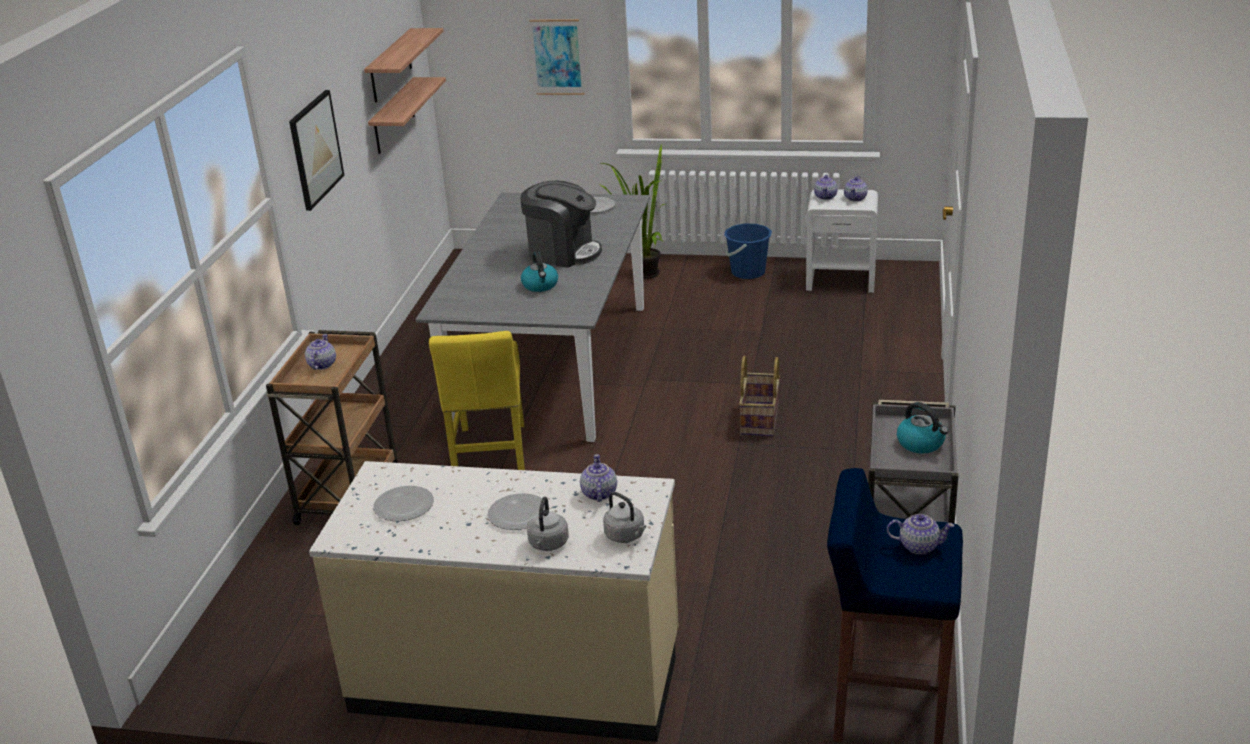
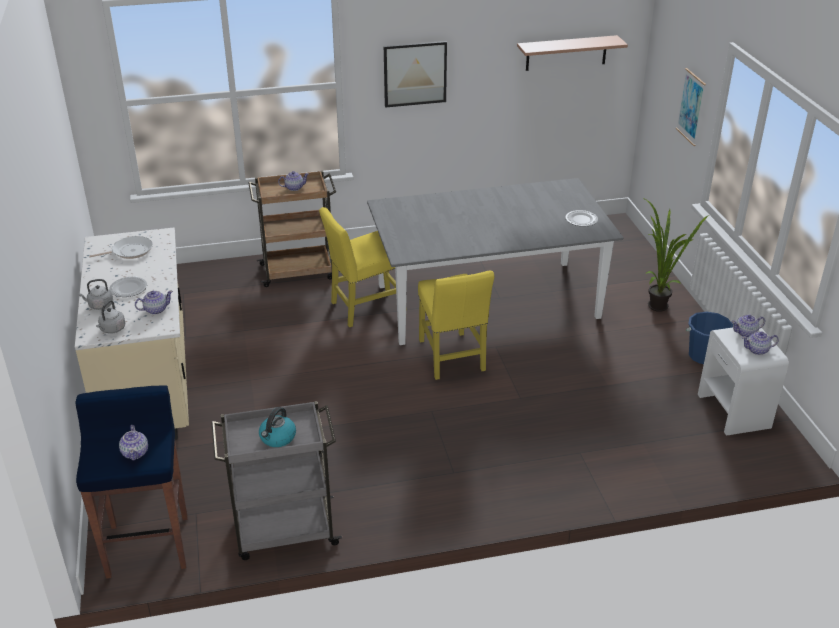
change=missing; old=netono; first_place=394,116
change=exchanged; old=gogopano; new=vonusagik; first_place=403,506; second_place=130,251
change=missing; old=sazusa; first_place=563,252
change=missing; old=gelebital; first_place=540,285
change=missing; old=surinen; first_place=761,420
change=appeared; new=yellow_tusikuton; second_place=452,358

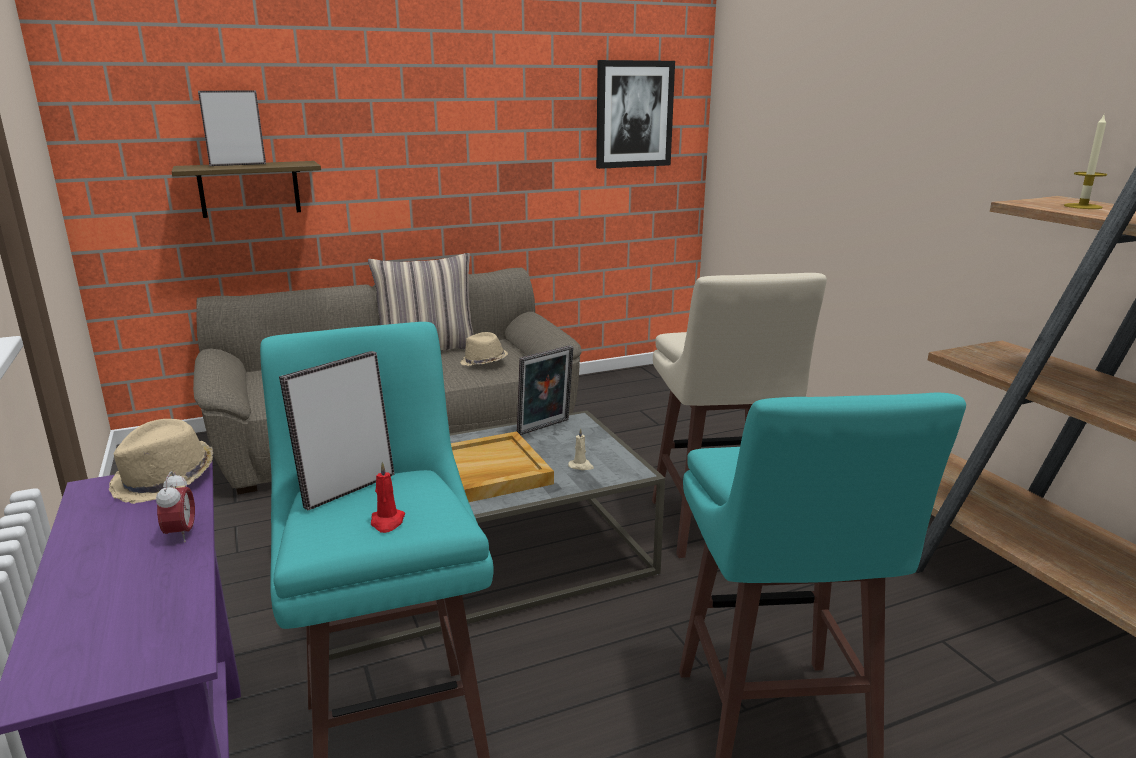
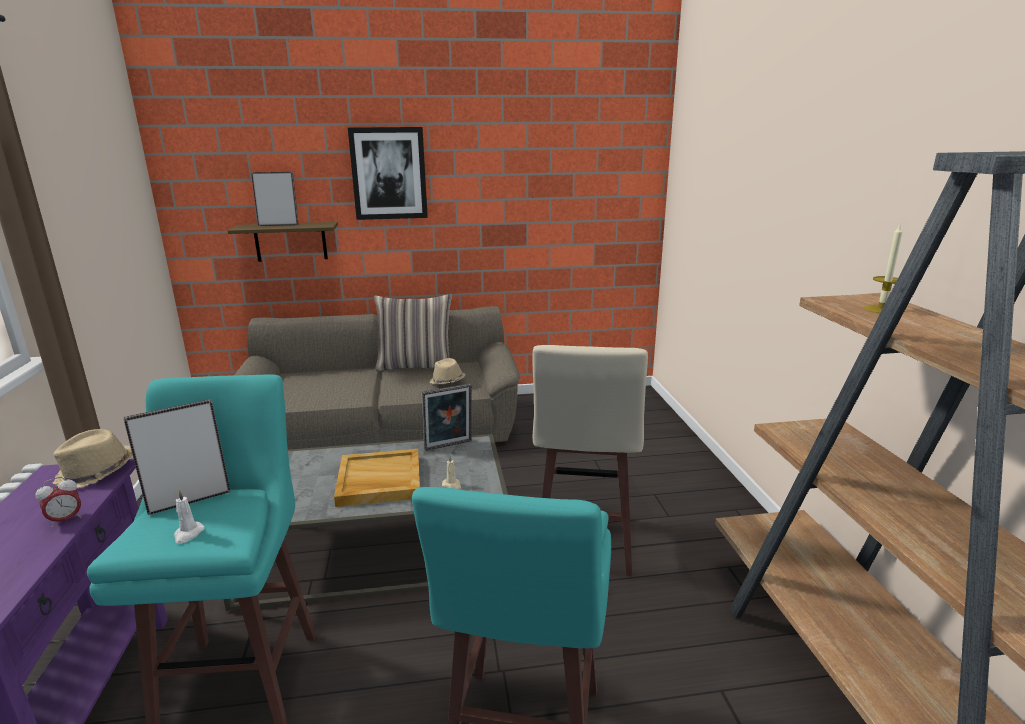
change=spun; old=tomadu; first_place=181,534; second_place=65,520; degrees=45
change=colour; old=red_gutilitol; new=white_gutilitol; first_place=387,522; second_place=188,534
change=relocated; old=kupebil; first_place=634,114; second_place=389,173

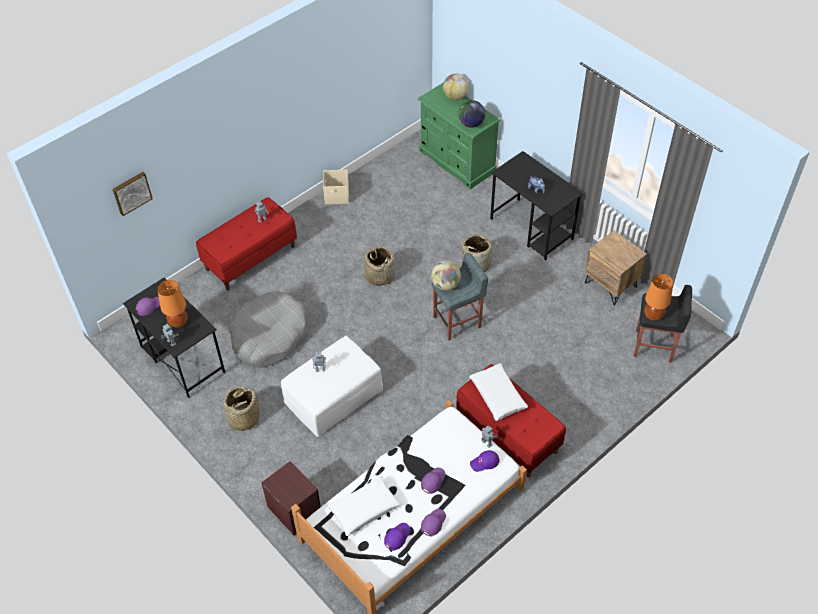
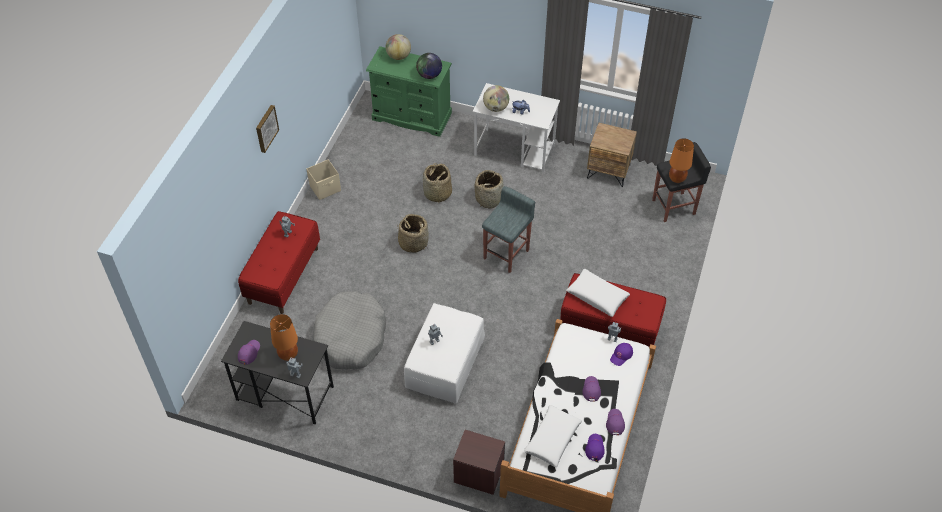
change=relocated; old=kupebil; first_place=131,192; second_place=266,128
change=relocated; old=surinen; first_place=243,418; second_place=437,193
change=relocated; old=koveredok; first_place=445,285; second_place=496,108
change=colour; old=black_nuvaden; new=white_nuvaden; first_place=532,229; second_place=515,150

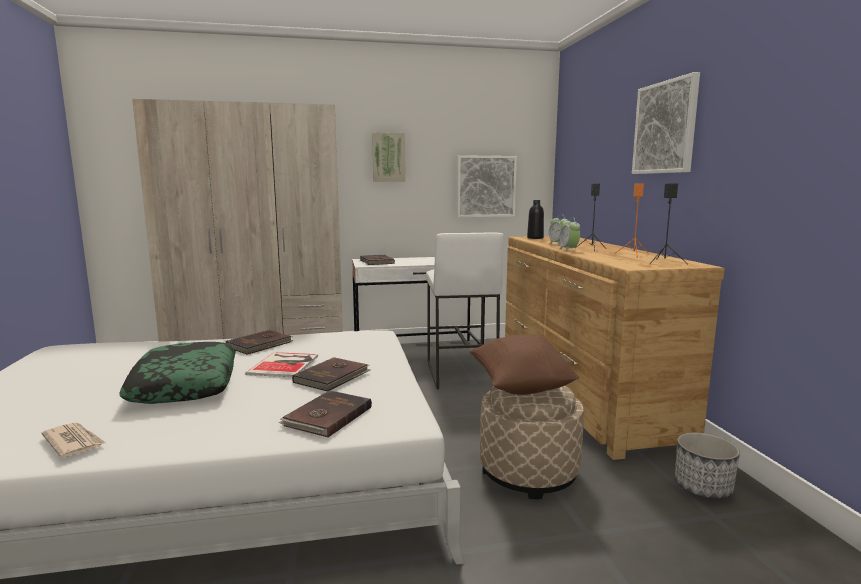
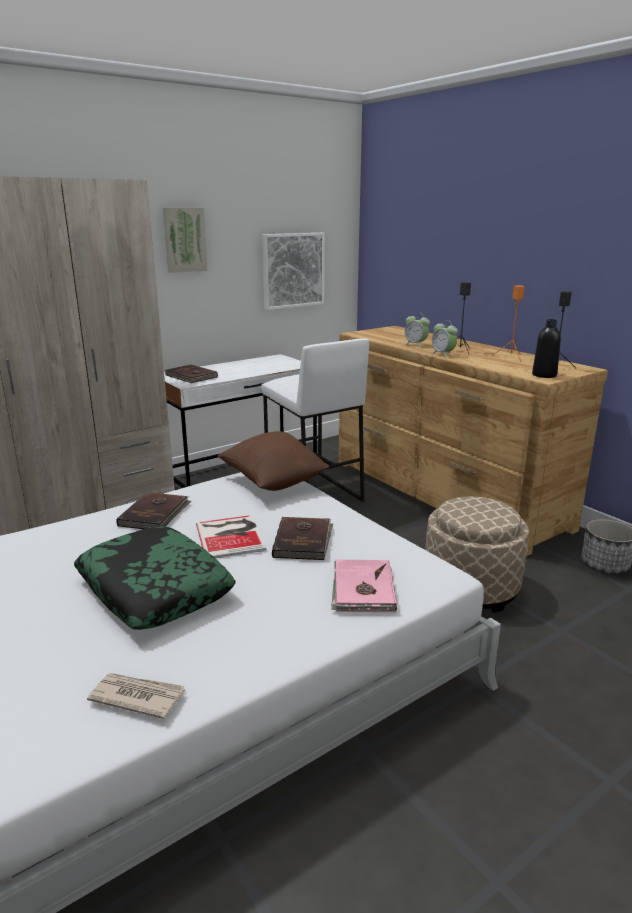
change=colour; old=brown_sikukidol; new=pink_sikukidol; first_place=327,416; second_place=362,589
change=relocated; old=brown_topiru; first_place=520,387; second_place=273,482
change=relocated; old=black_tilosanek; first_place=535,238; second_place=544,375
change=missing; old=kupebil; first_place=665,128

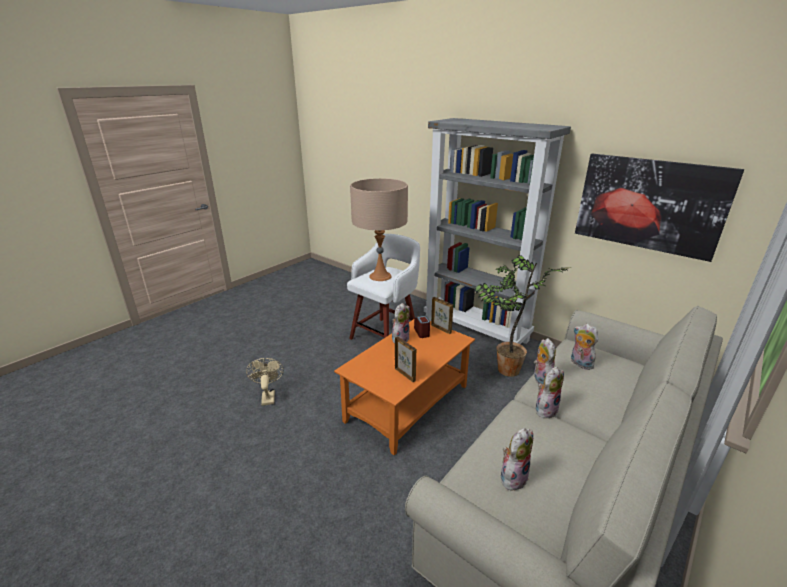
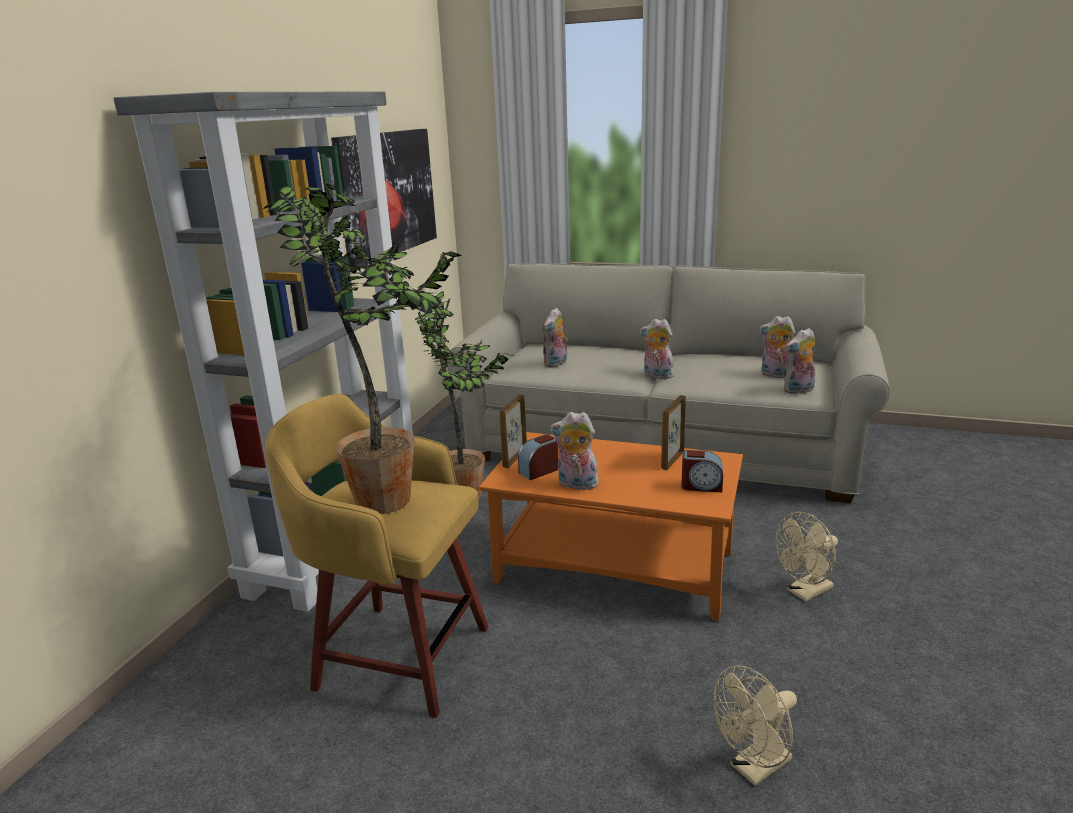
change=colour; old=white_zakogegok; new=yellow_zakogegok; first_place=386,335; second_place=398,655
change=exchanged; old=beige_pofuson; new=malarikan; first_place=380,276; second_place=391,501
change=relocated; old=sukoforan; first_place=540,379; second_place=798,390
change=appeared; new=tomadu; second_place=701,486
change=appeared; new=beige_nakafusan; second_place=805,592

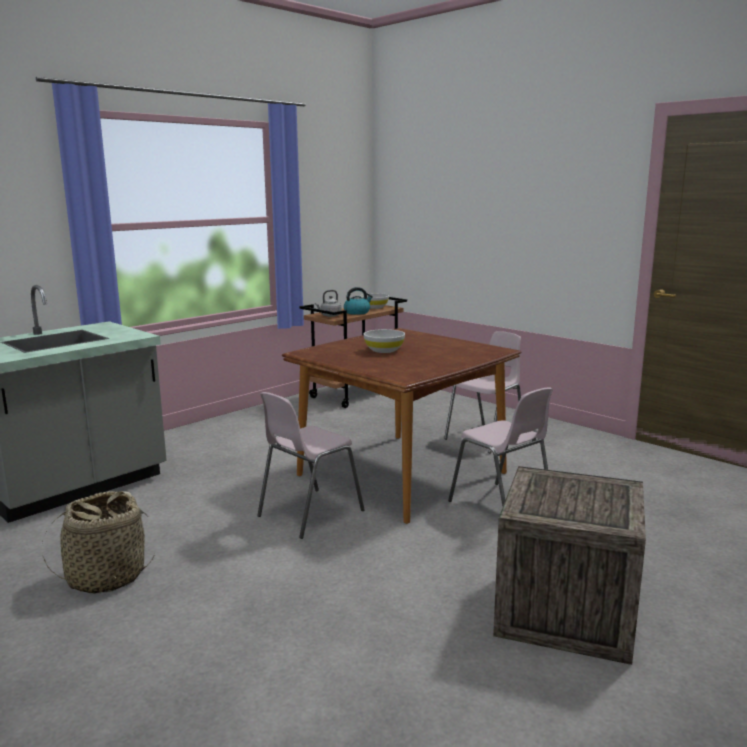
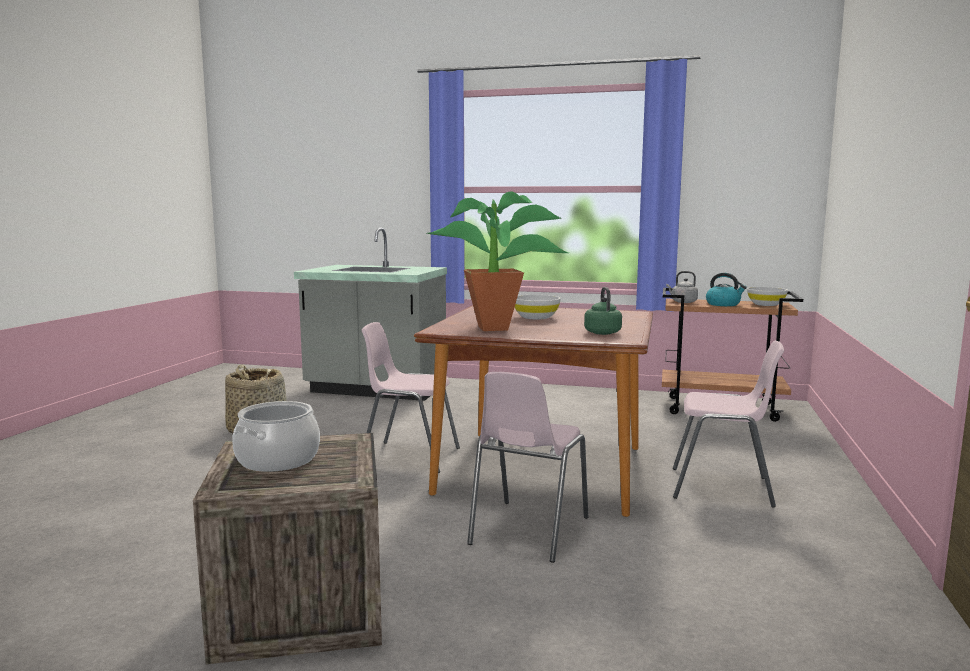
change=appeared; new=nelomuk; second_place=277,459
change=appeared; new=malarikan; second_place=500,329
change=appeared; new=green_gelebital; second_place=602,332

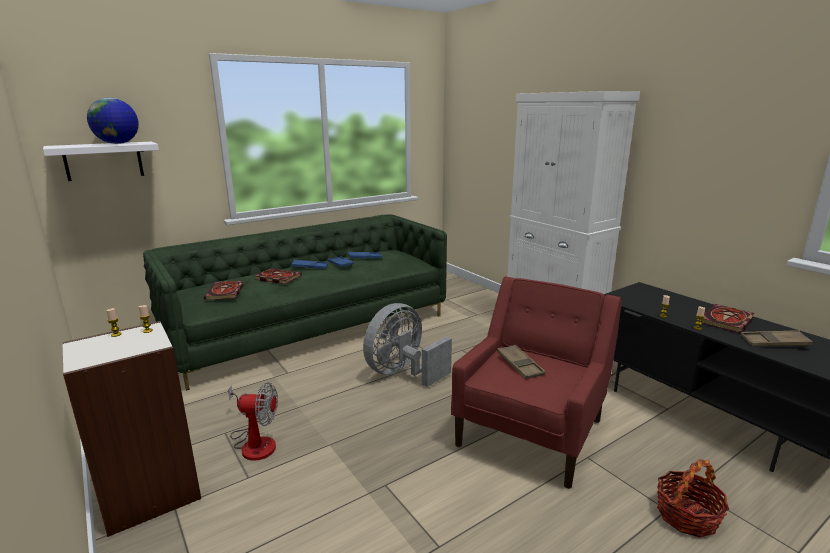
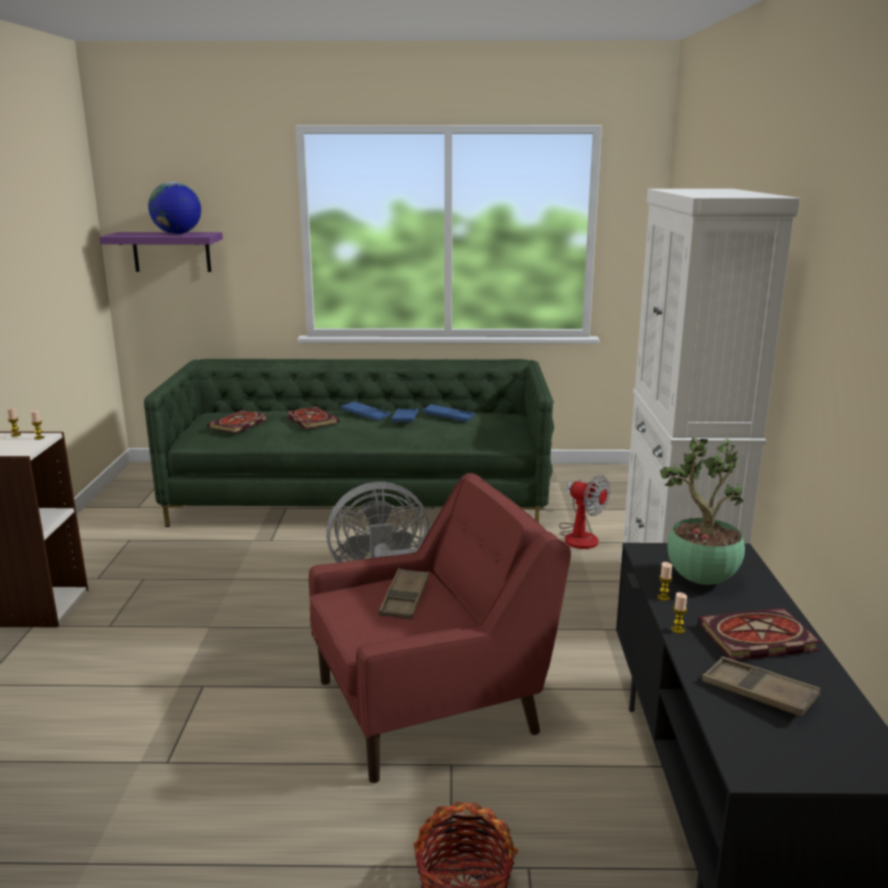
change=colour; old=white_netono; new=purple_netono; first_place=103,161; second_place=171,252
change=relocated; old=nakafusan; first_place=254,442; second_place=579,536
change=appeared; new=malarikan; second_place=700,580

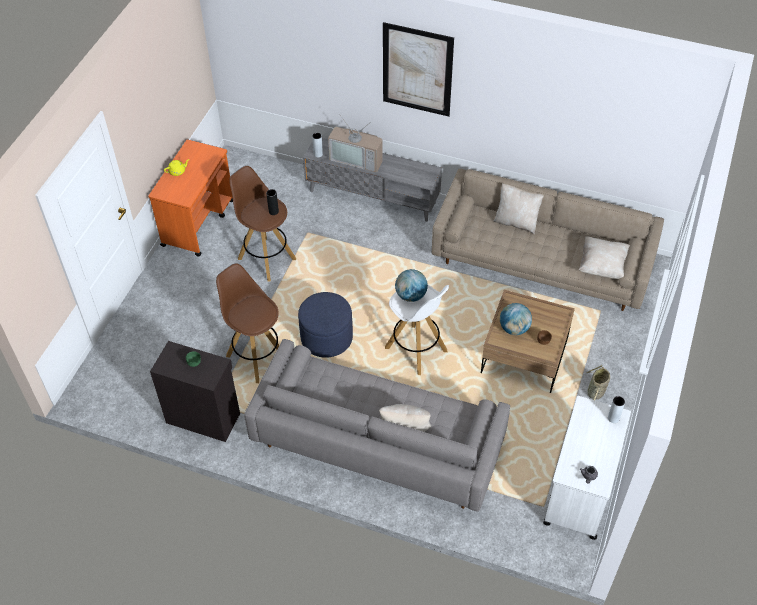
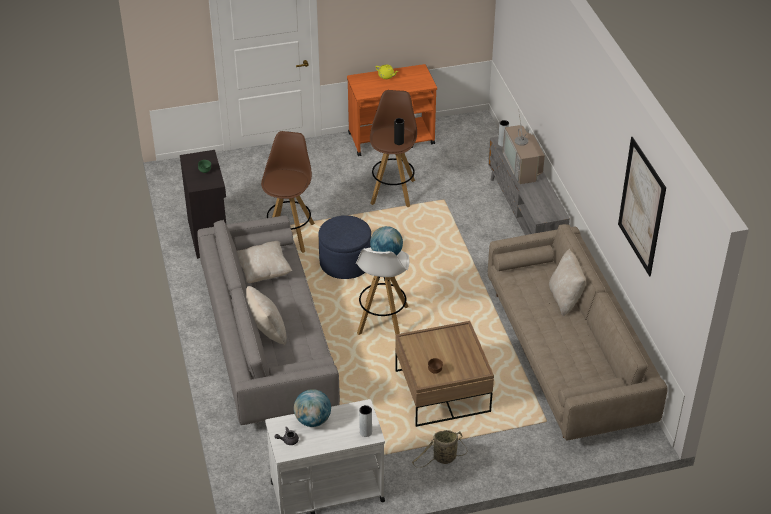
change=relocated; old=kupebil; first_place=417,70; second_place=641,206
change=relocated; old=koveredok; first_place=514,328; second_place=312,420
change=relocated; old=beige_topiru; first_place=602,266; second_place=264,271

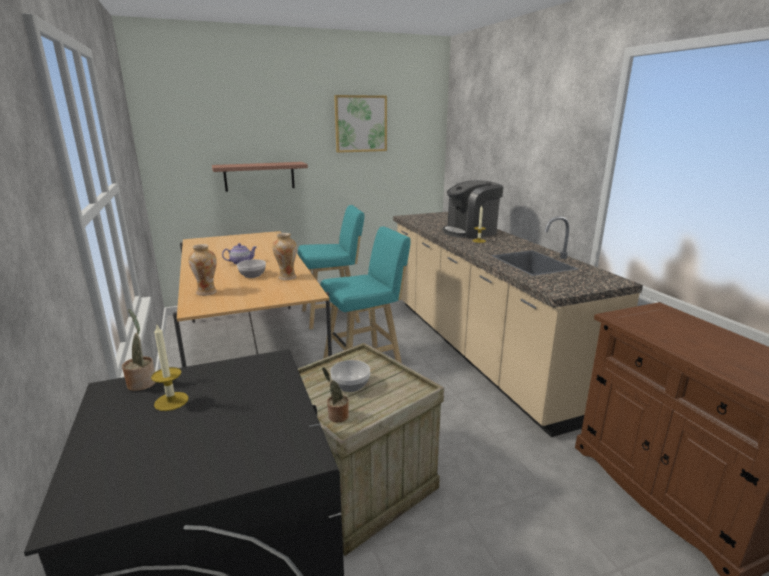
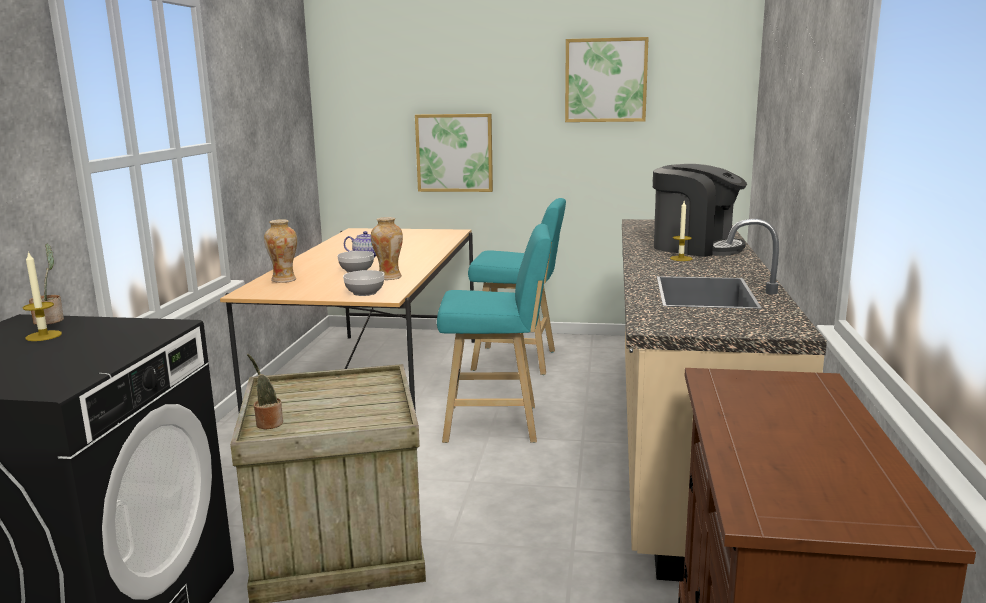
change=exchanged; old=netono; new=kupebil; first_place=259,176; second_place=454,153
change=relocated; old=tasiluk; first_place=351,385; second_place=365,293
change=spun; old=sazusa; first_place=471,232; second_place=695,247; degrees=-150

